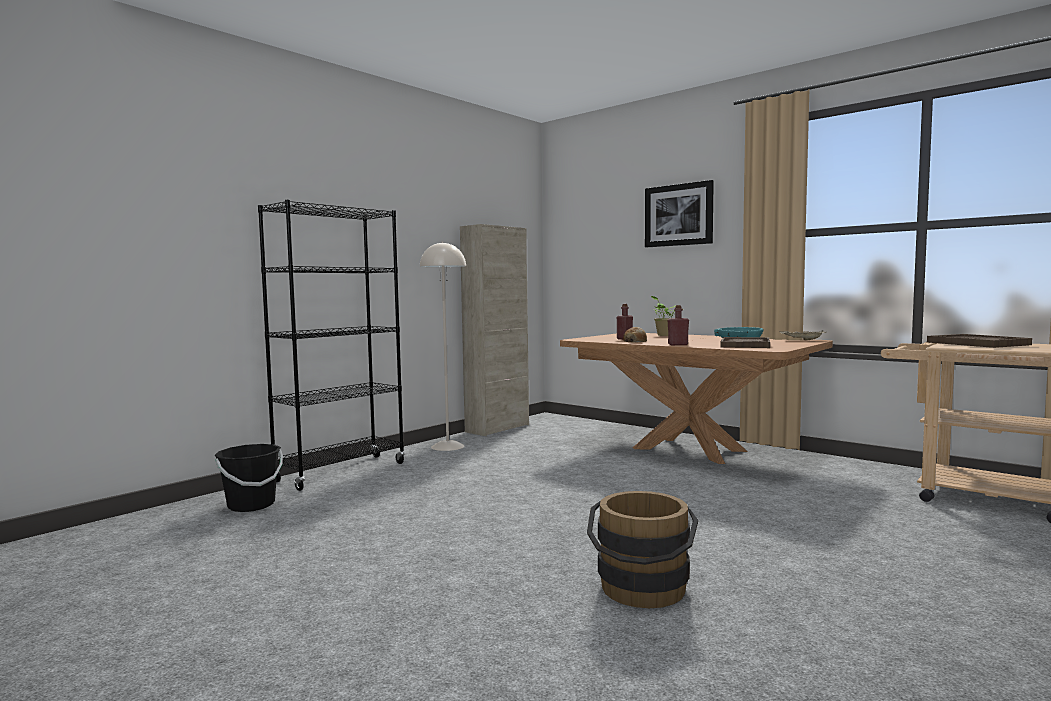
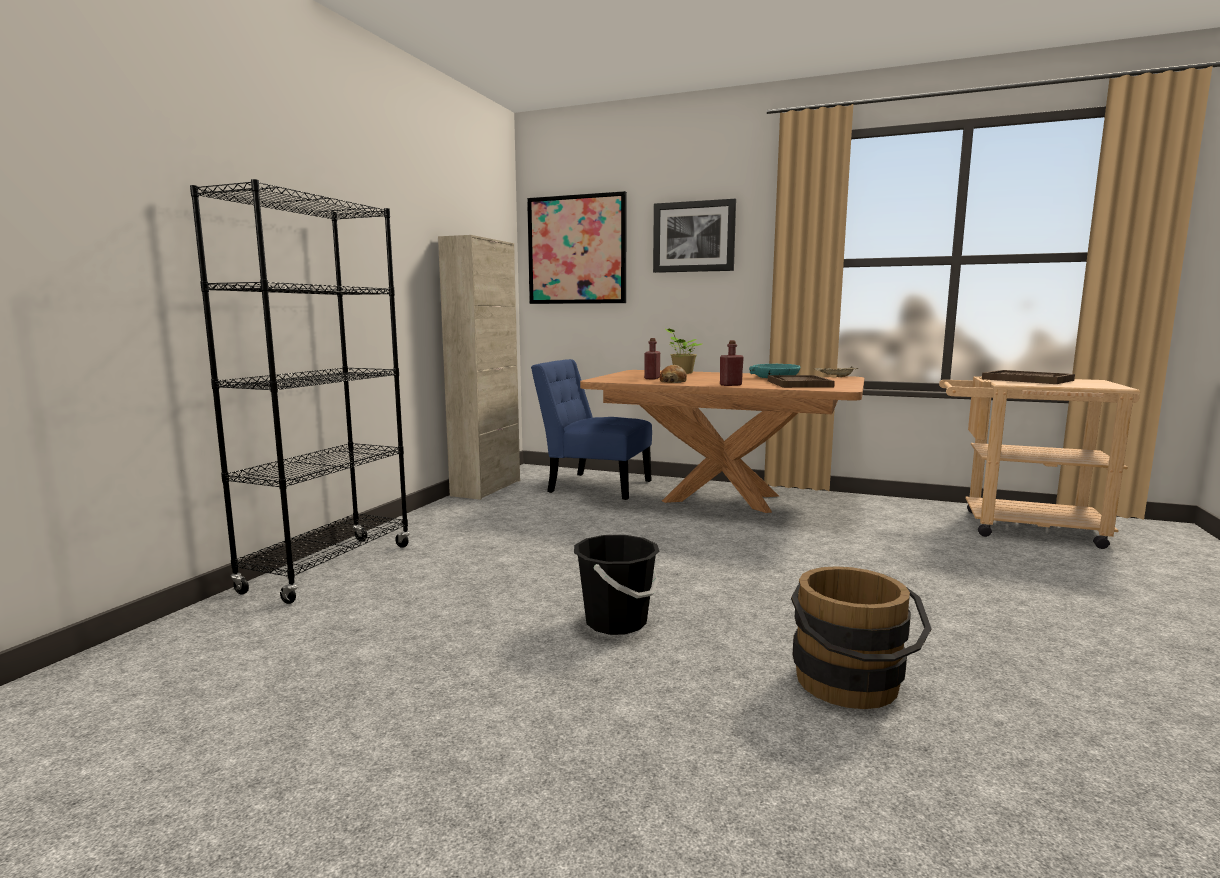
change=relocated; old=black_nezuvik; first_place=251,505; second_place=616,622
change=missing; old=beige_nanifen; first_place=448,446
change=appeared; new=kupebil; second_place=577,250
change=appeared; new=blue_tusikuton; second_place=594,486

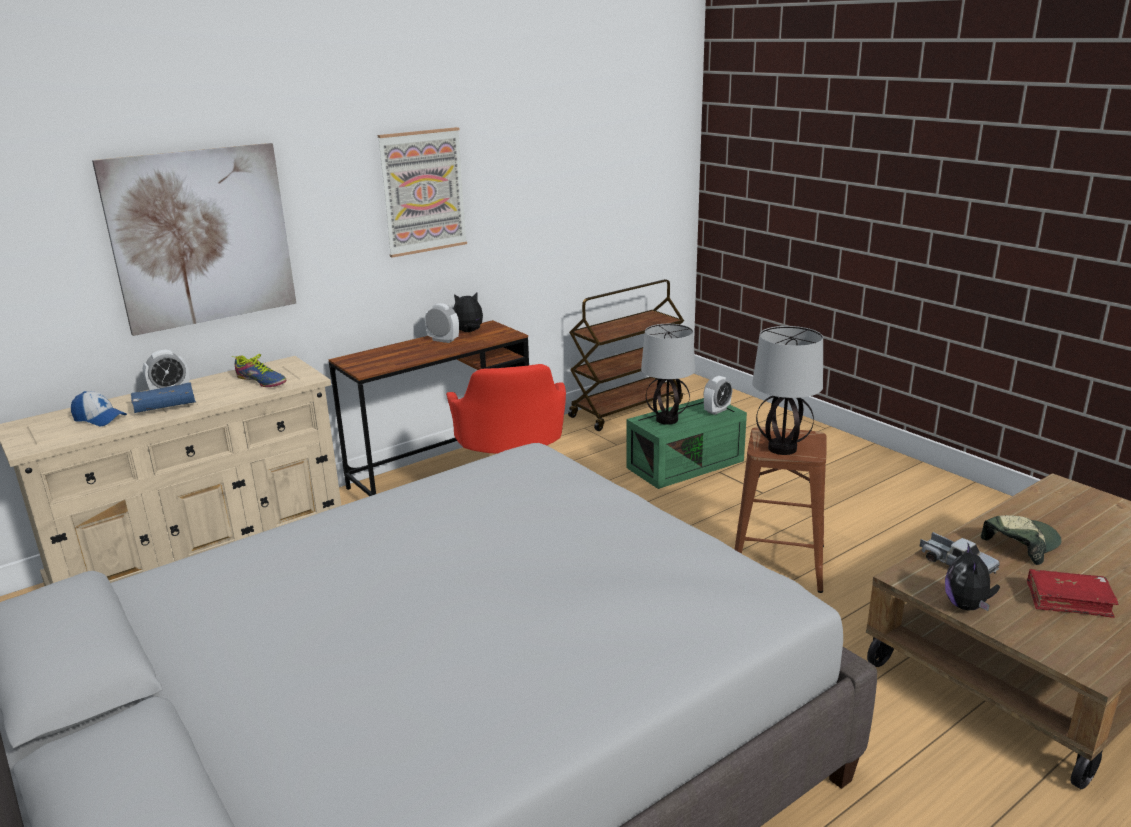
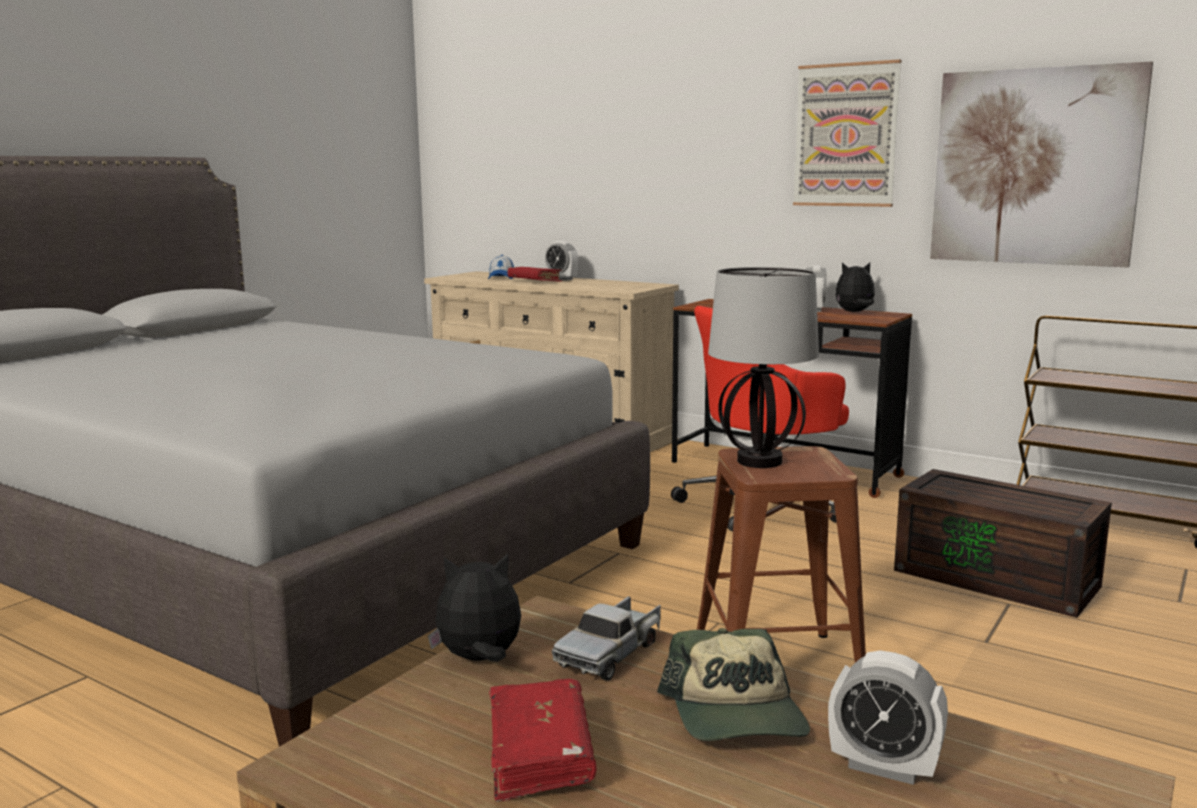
change=relocated; old=kupebil; first_place=202,237; second_place=1034,167
change=colour; old=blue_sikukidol; new=red_sikukidol; first_place=165,406; second_place=534,281
change=missing; old=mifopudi; first_place=261,381
change=spun; old=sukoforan; first_place=468,332; second_place=854,312; degrees=-60
change=colour; old=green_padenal; new=brown_padenal; first_place=685,463; second_place=999,578
change=missing; old=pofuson; first_place=666,420
change=relocated; old=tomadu; first_place=717,410; second_place=883,767
change=spun; old=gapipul; first_place=1020,544; second_place=736,714; degrees=45

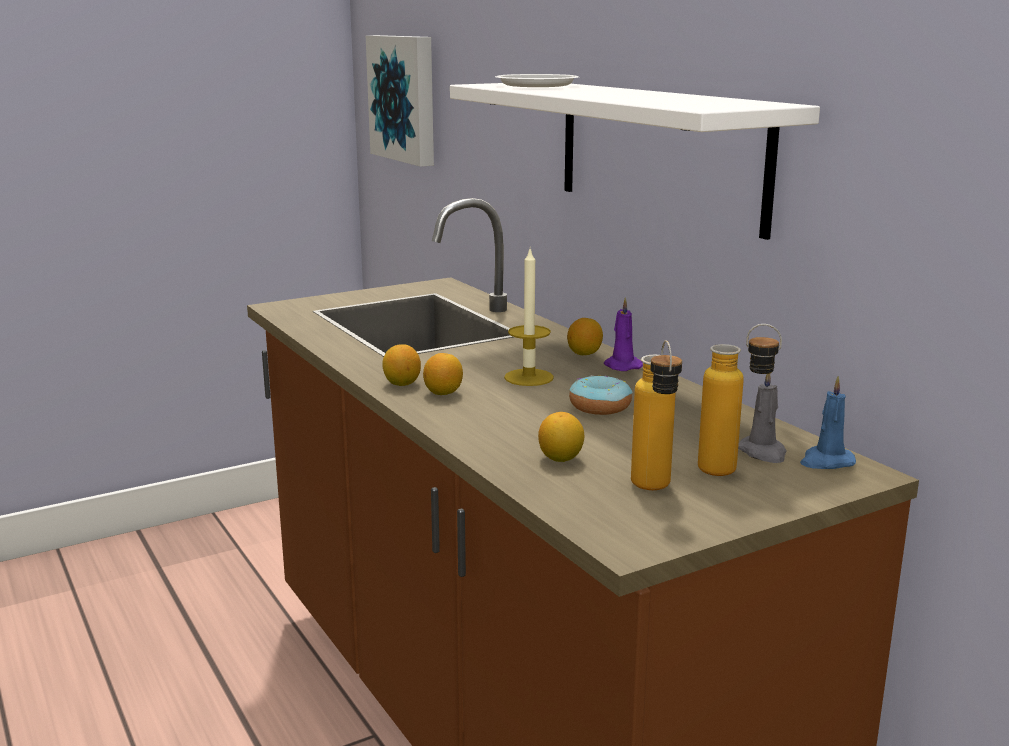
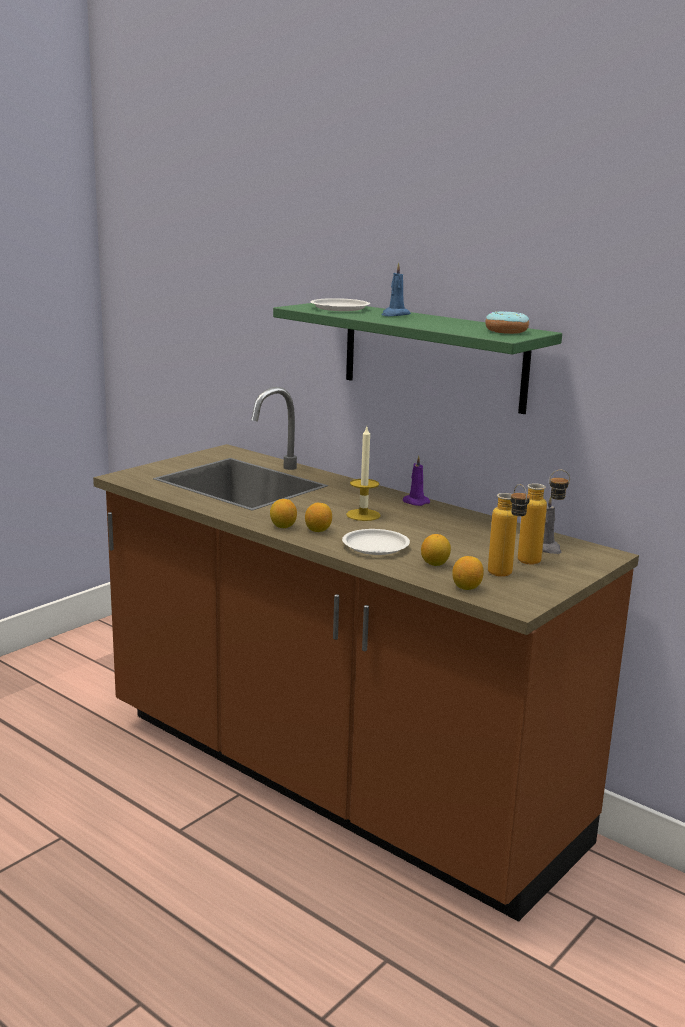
change=missing; old=kupebil; first_place=405,98
change=colour; old=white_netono; new=green_netono; first_place=658,152; second_place=433,356
change=relocated; old=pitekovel; first_place=584,354; second_place=466,587
change=relocated; old=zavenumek; first_place=600,407; second_place=506,331
change=relocated; old=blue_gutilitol; first_place=826,462; second_place=395,315
change=appeared; new=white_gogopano; second_place=376,546

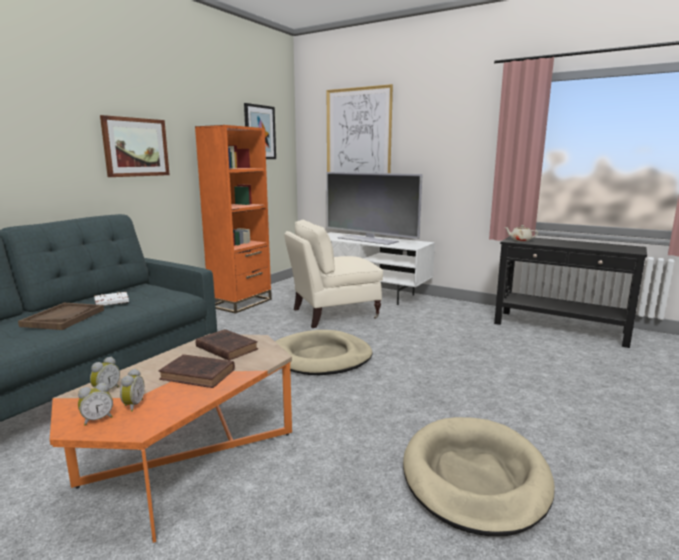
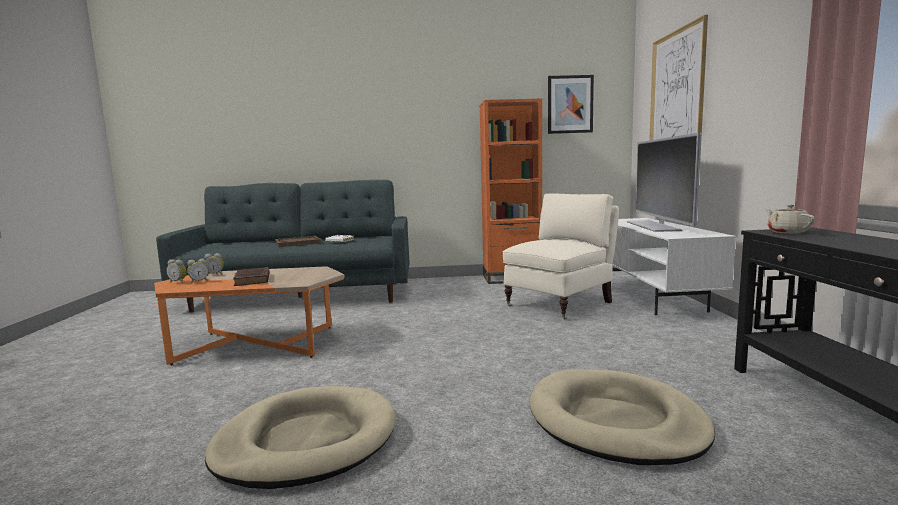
change=missing; old=kupebil; first_place=136,147
change=missing; old=brown_sikukidol; first_place=225,348
change=relocated; old=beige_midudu; first_place=321,357; second_place=615,421
change=spun; old=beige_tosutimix; first_place=333,314; second_place=561,304; degrees=105

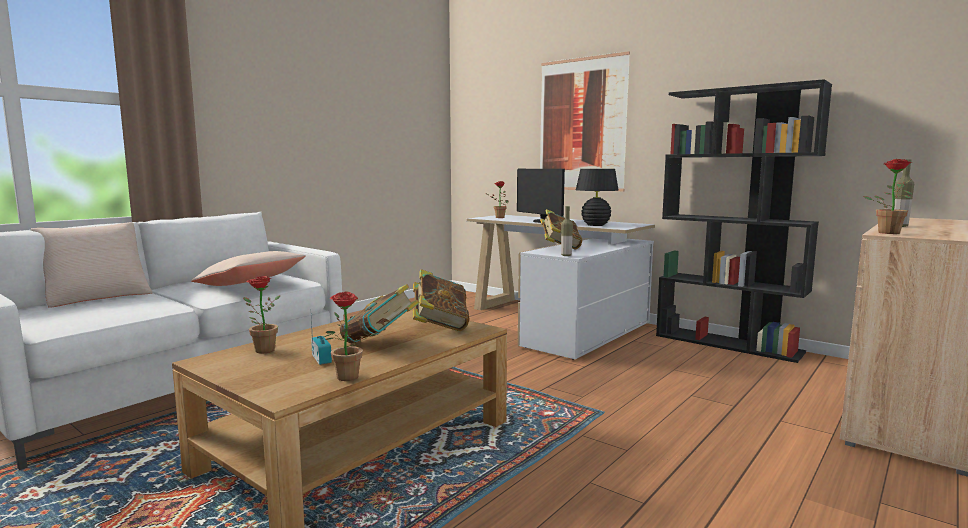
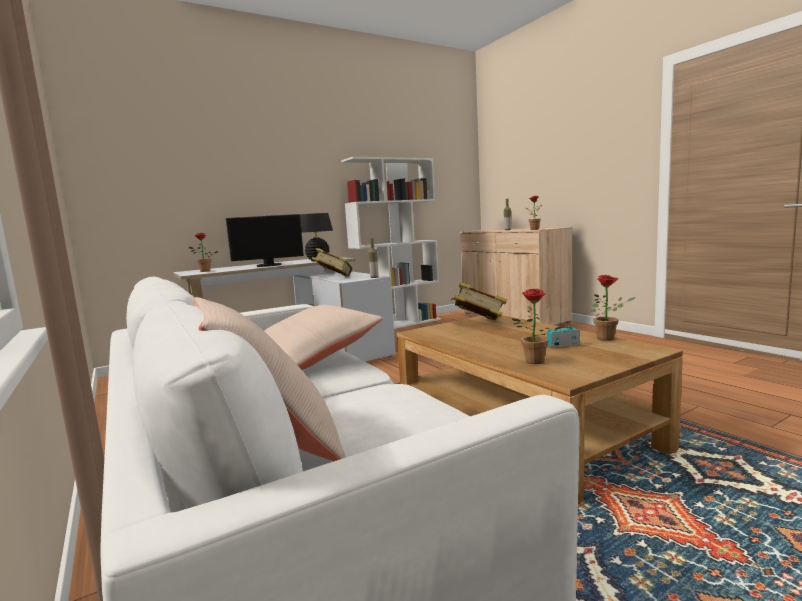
change=missing; old=sikukidol; first_place=379,343
change=missing; old=kupebil; first_place=582,124
change=colour; old=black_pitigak; new=white_pitigak; first_place=728,344; second_place=398,324

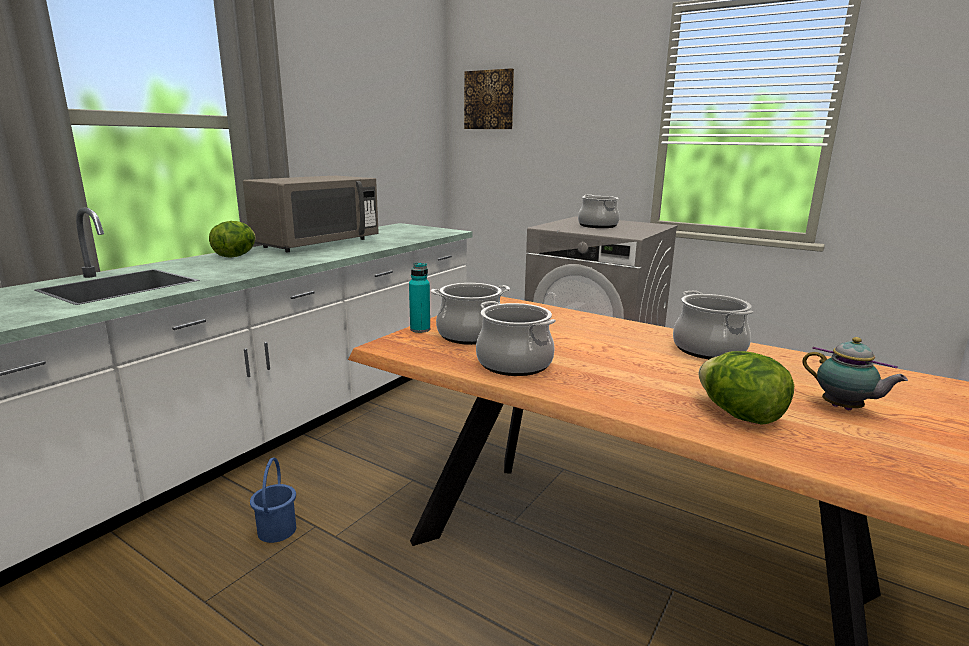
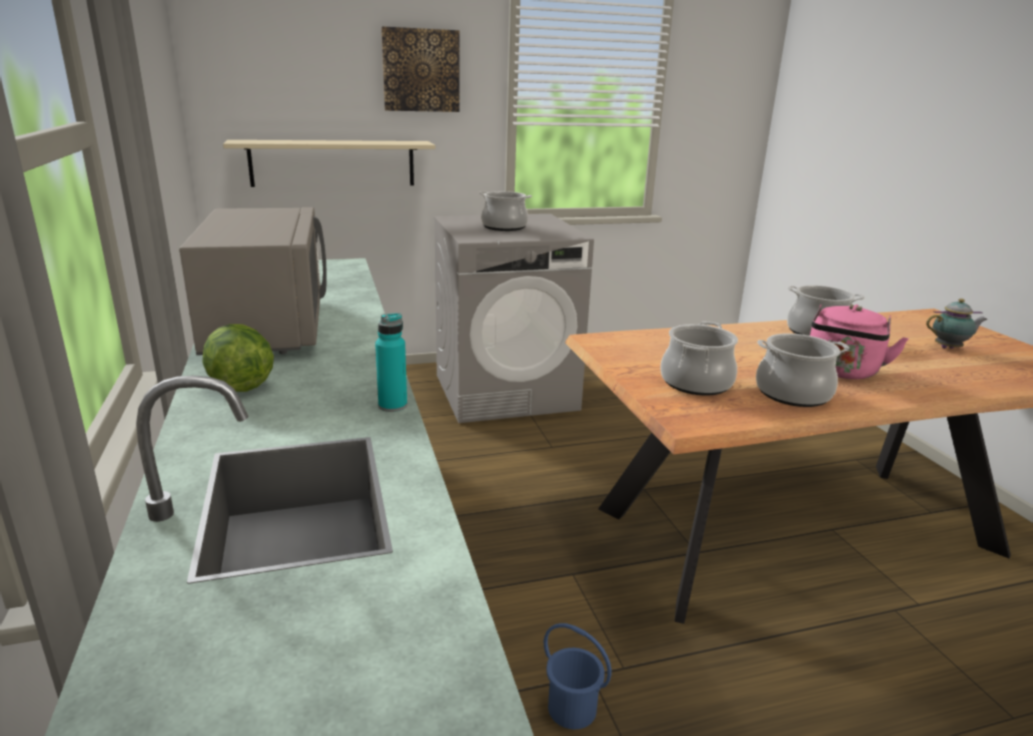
change=relocated; old=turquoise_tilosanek; first_place=420,329; second_place=392,406
change=relocated; old=kupebil; first_place=489,100; second_place=420,70
change=missing; old=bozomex; first_place=739,415
change=appeared; new=beige_netono; second_place=333,163
change=appeared; new=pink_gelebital; second_place=841,372

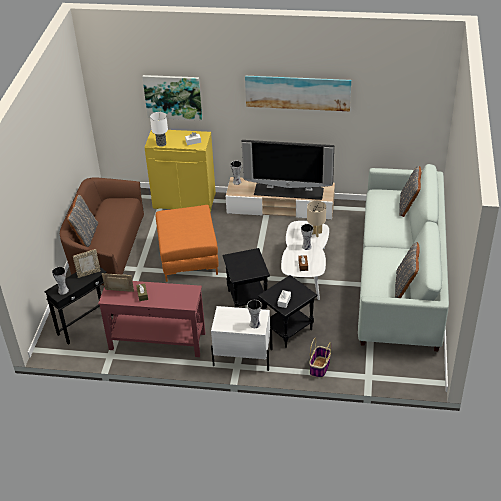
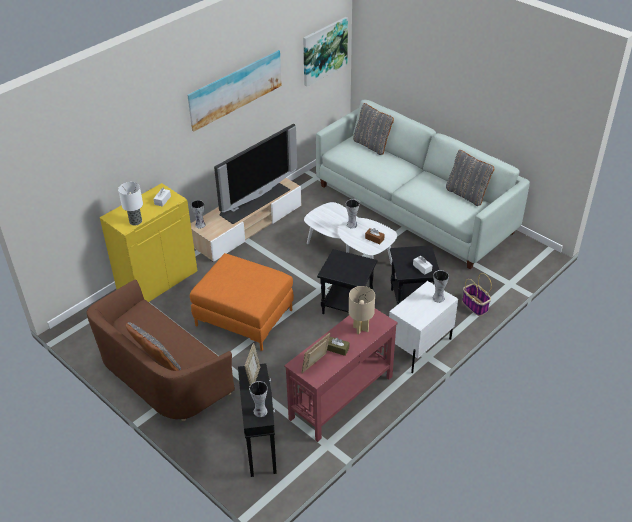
change=relocated; old=kupebil; first_place=173,97; second_place=324,51
change=relocated; old=beige_pofuson; first_place=316,233; second_place=360,328

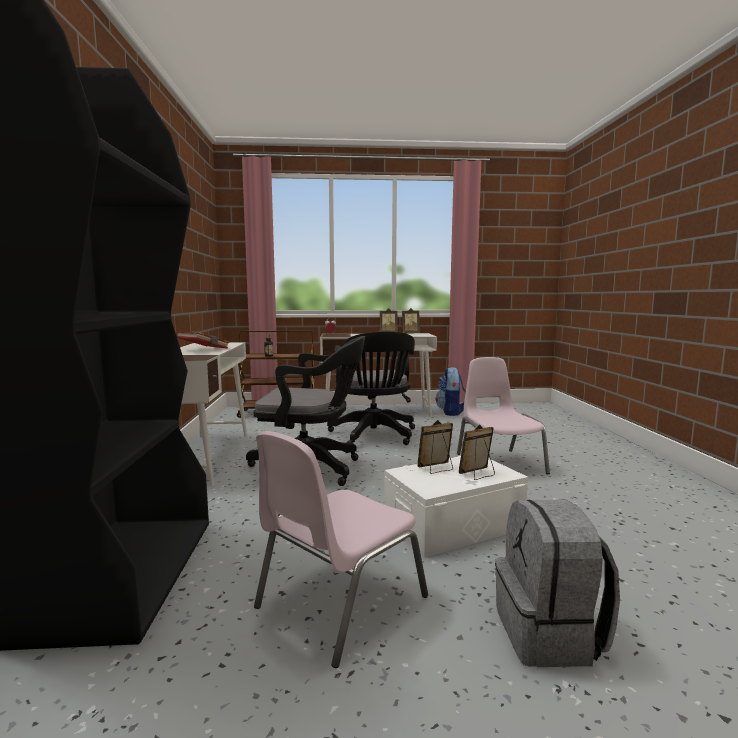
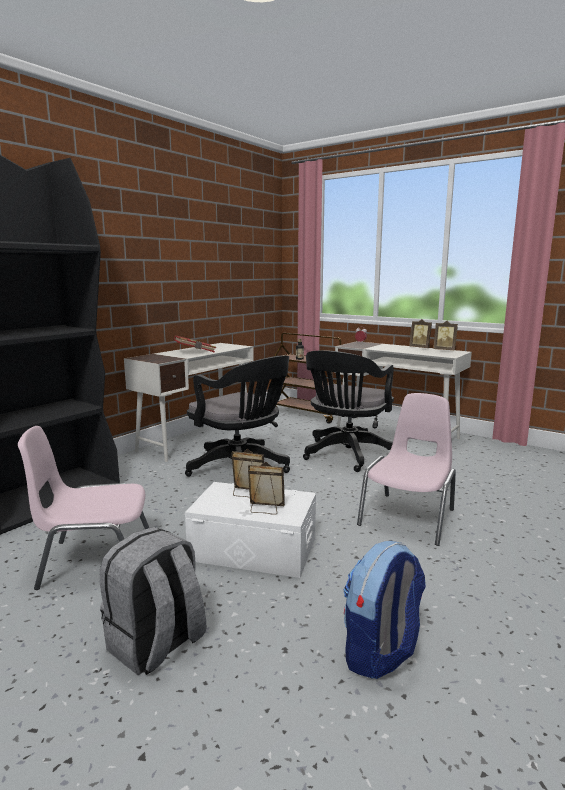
change=relocated; old=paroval; first_place=451,412; second_place=381,653

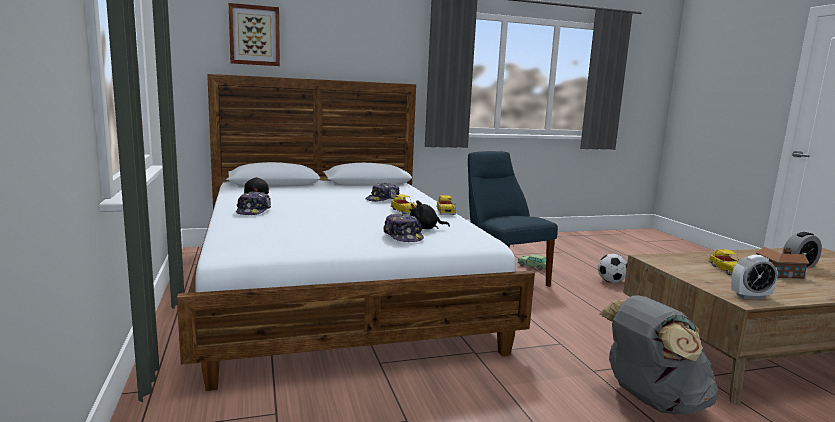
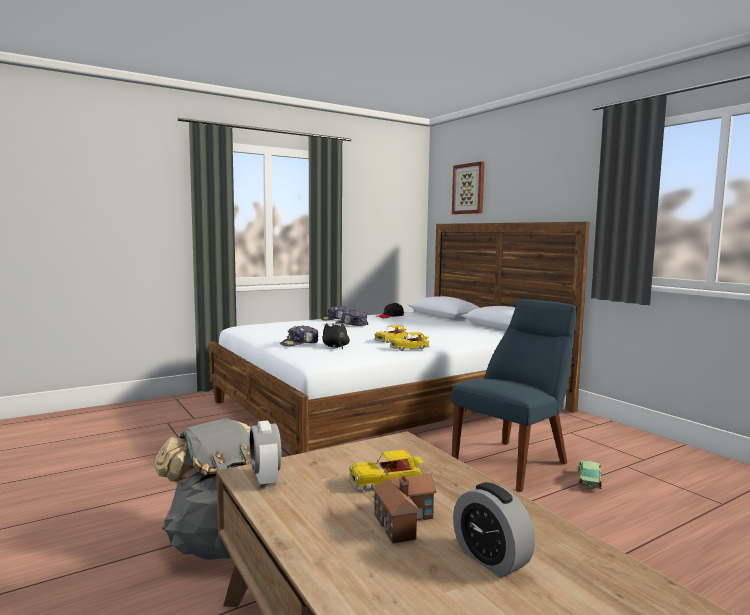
change=relocated; old=gapipul; first_place=383,199; second_place=351,324
change=missing; old=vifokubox; first_place=611,281

